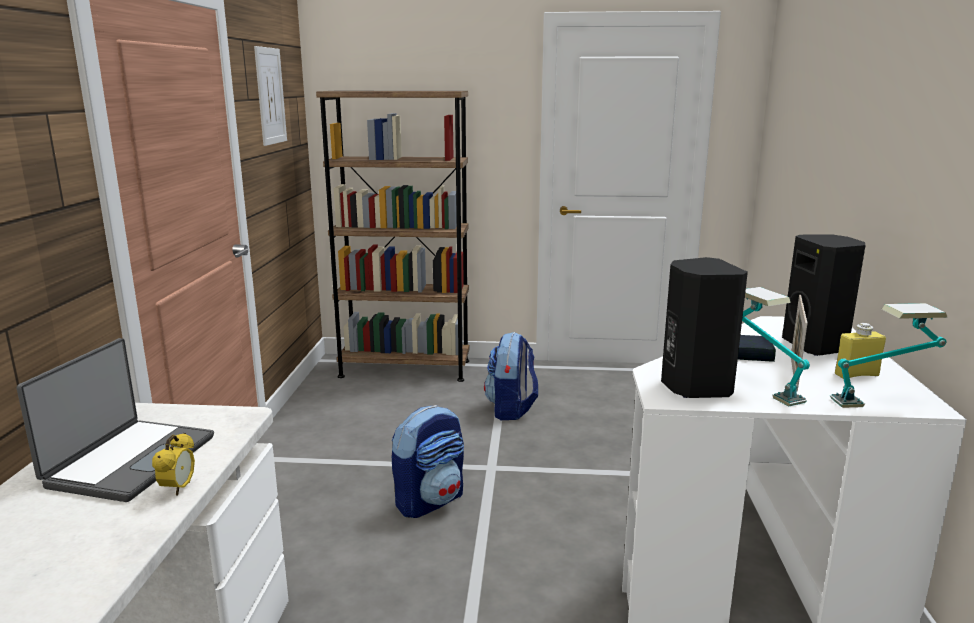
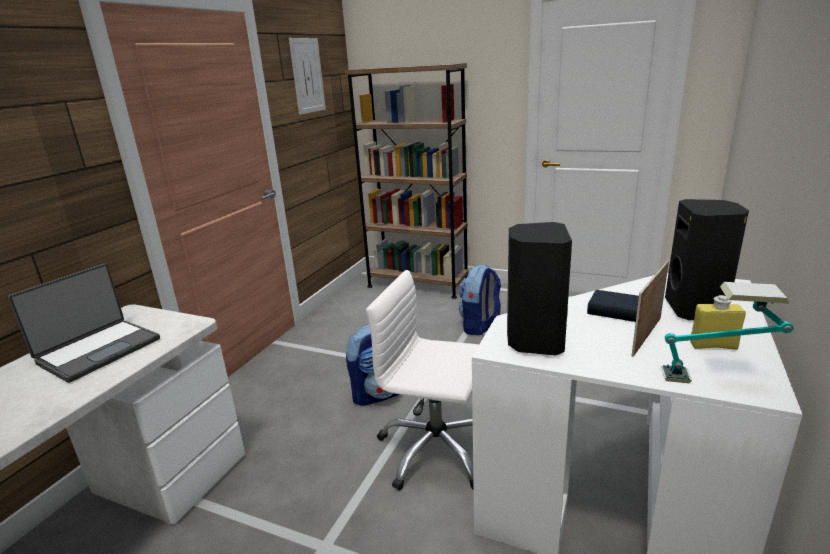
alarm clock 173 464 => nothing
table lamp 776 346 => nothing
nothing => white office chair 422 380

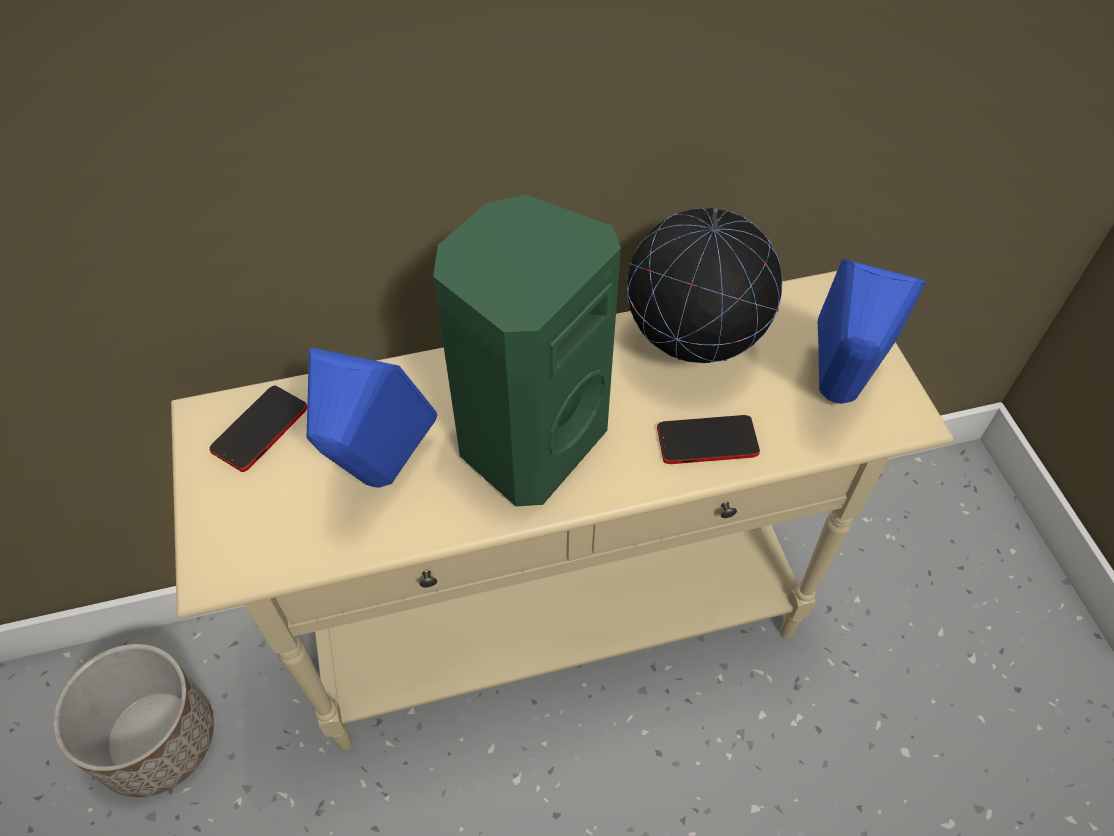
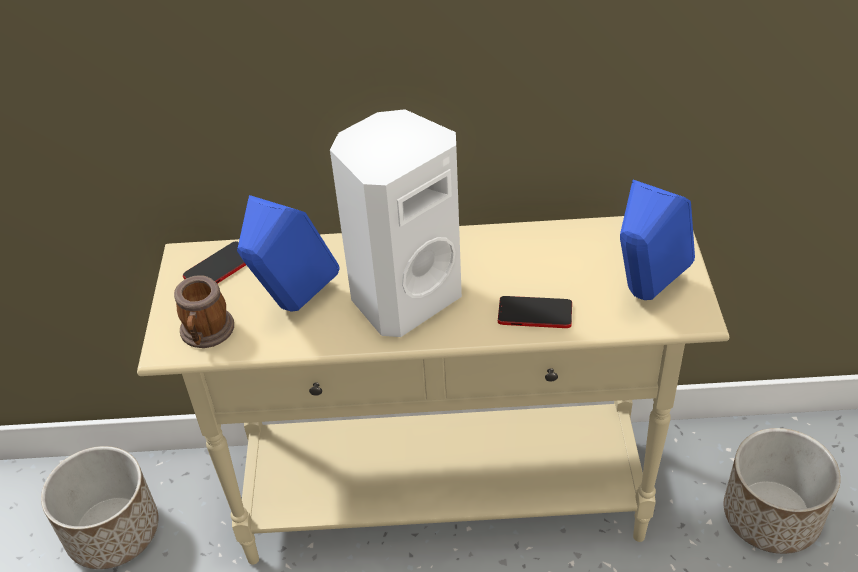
green speaker 527 350 => white speaker 396 223
globe 704 285 => nothing
nothing => mug 204 311
nothing => planter 782 491

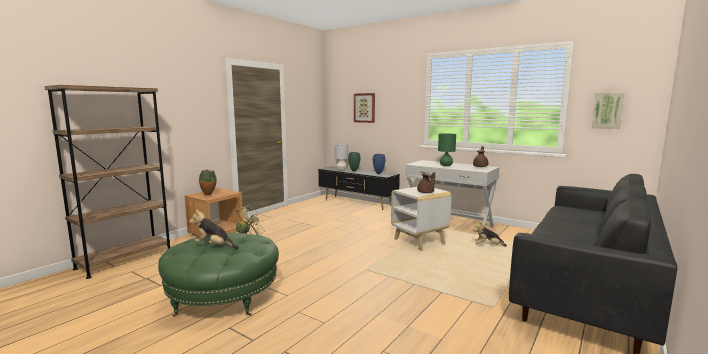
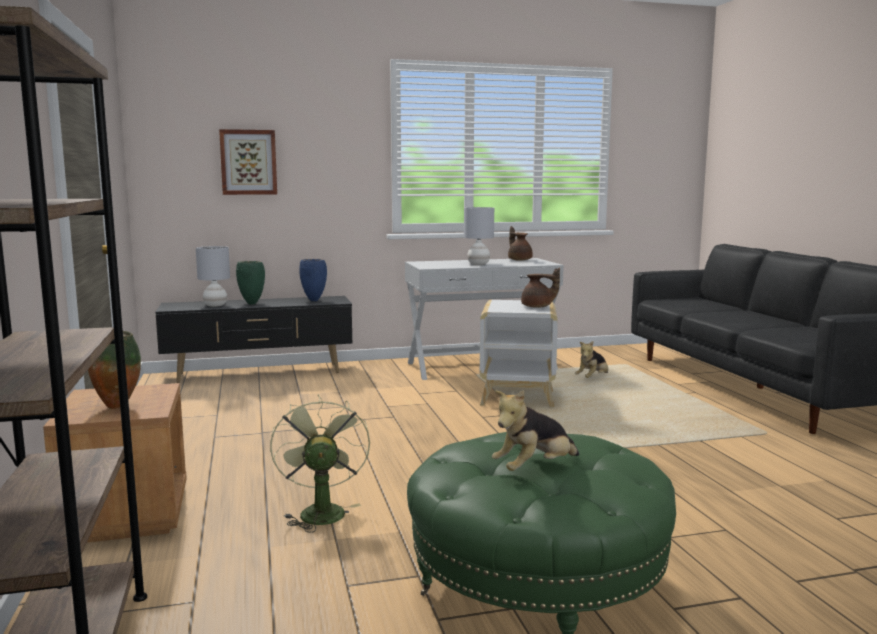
green table lamp 447 149 => grey table lamp 479 236
picture 608 111 => nothing

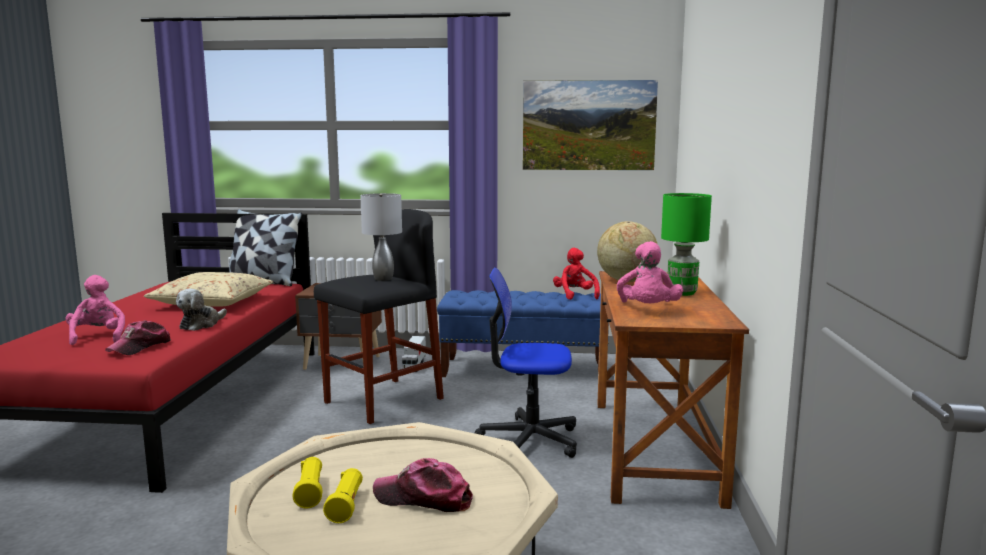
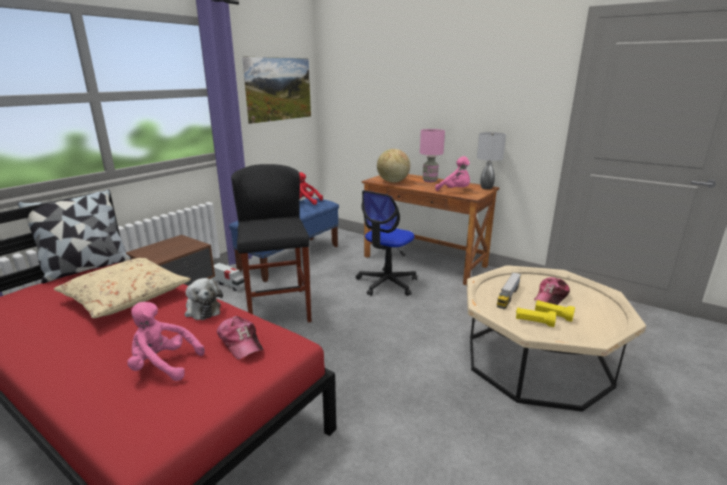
grey table lamp 381 237 => grey table lamp 491 160, moved
green table lamp 686 244 => pink table lamp 432 155
nothing => toy truck 509 290

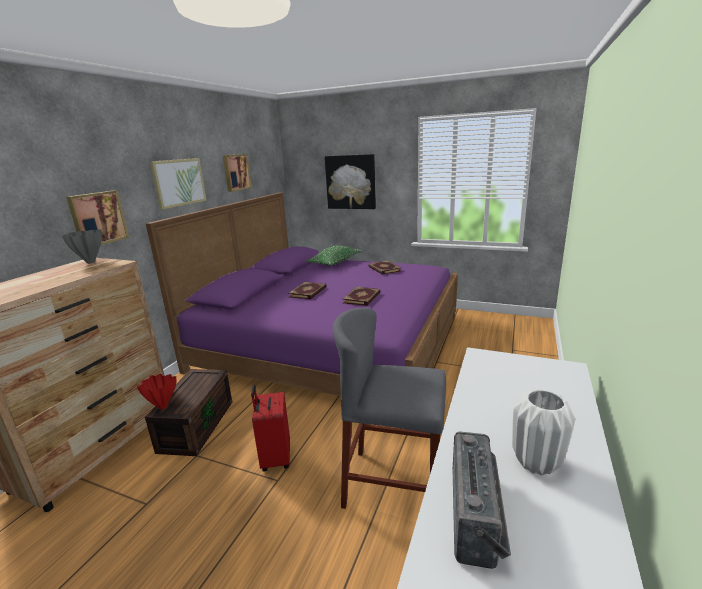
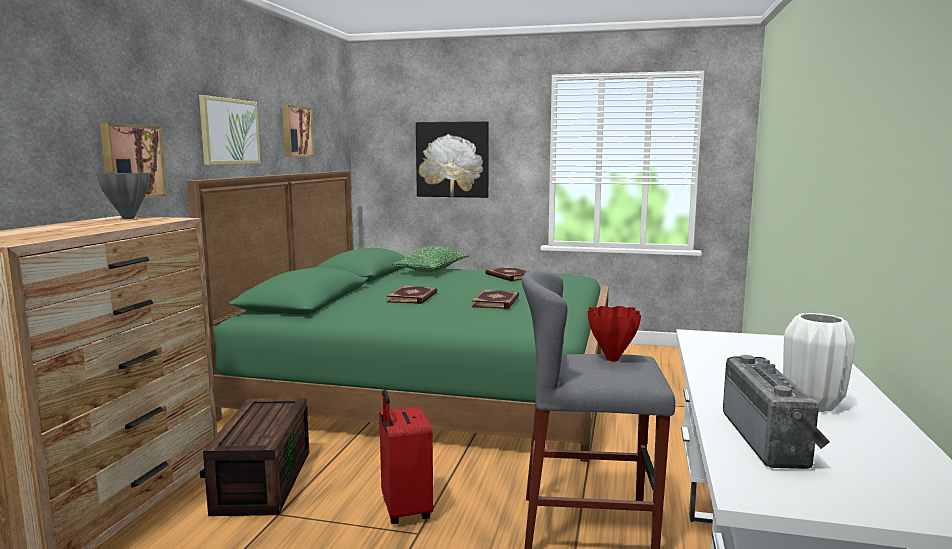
red vase 156 392 => red vase 614 334, moved
purple bed 302 294 => green bed 398 316

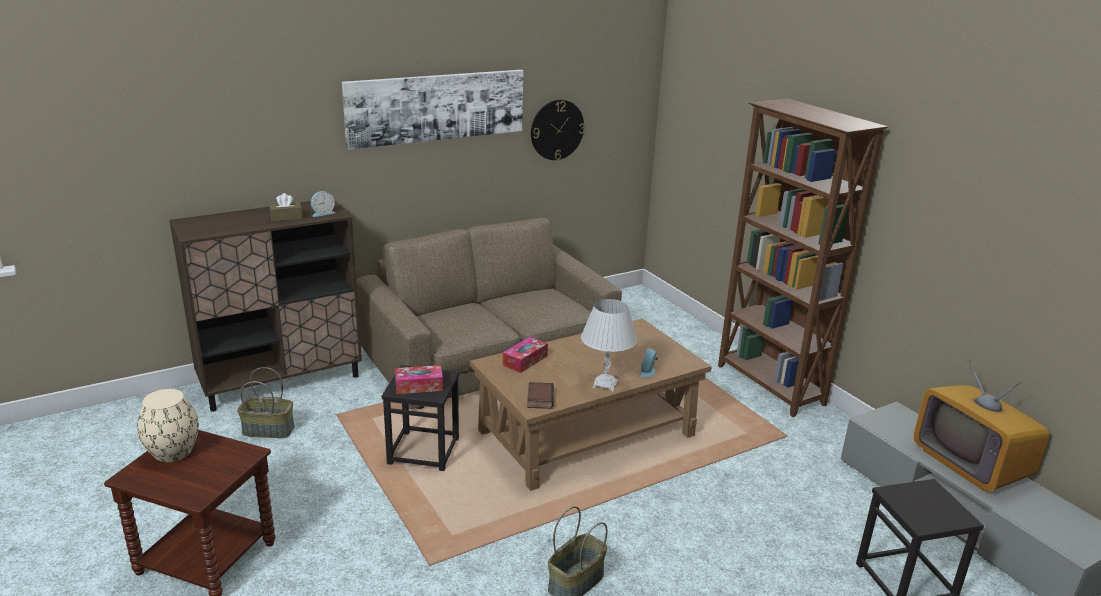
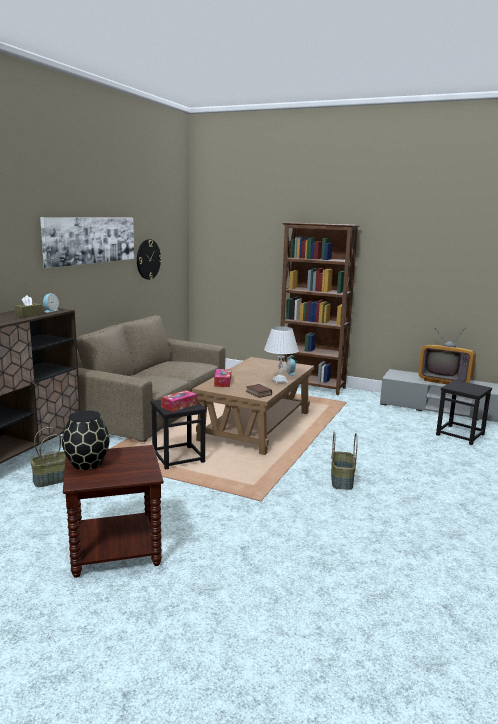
beige vase 168 425 => black vase 86 440

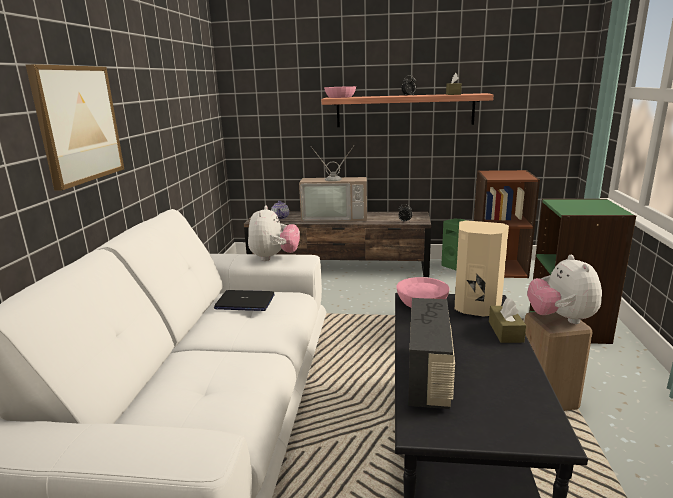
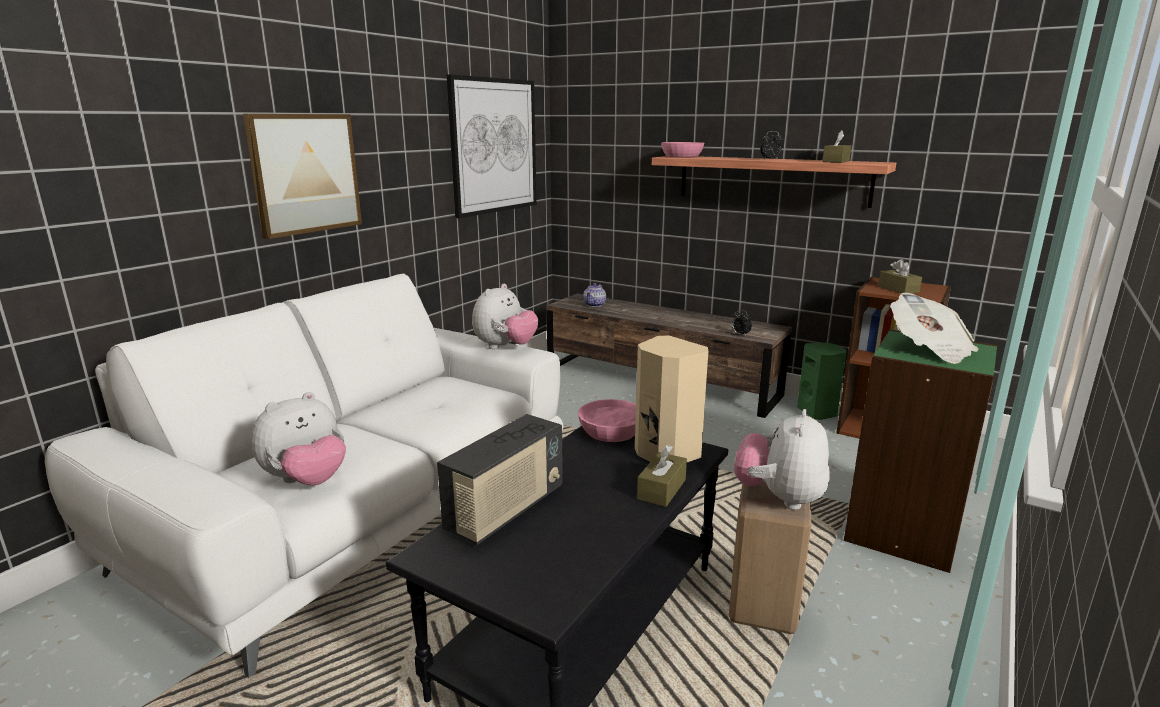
laptop 244 300 => nothing
television 333 184 => nothing
nothing => plush toy 298 438
nothing => picture 491 146
nothing => brown tissue box 900 276
nothing => newspaper 934 328

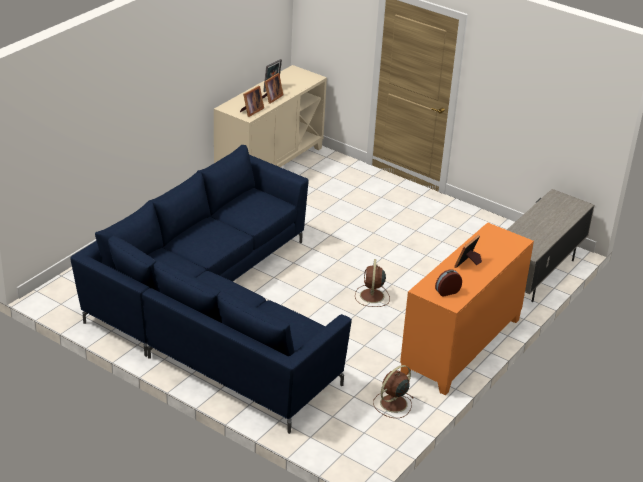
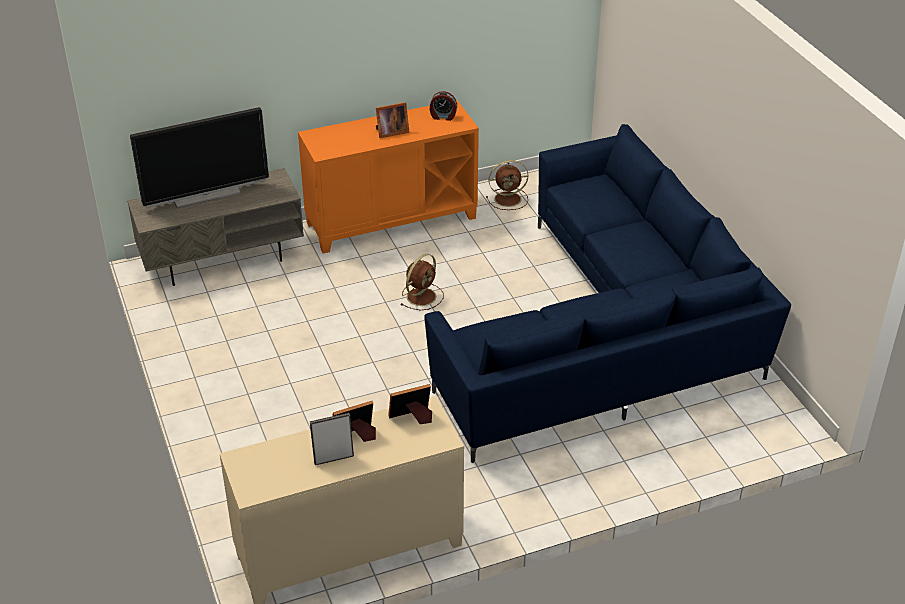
nothing => television 199 157

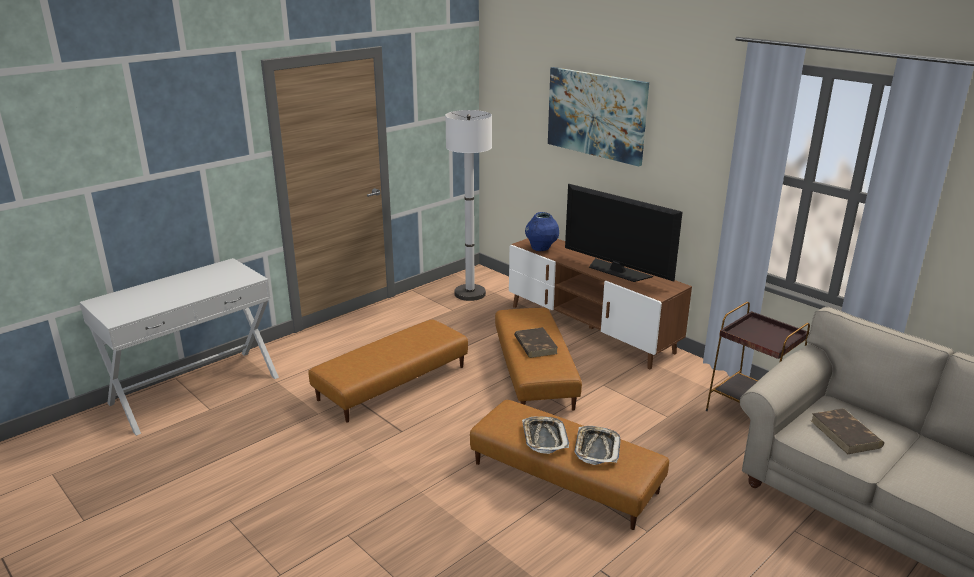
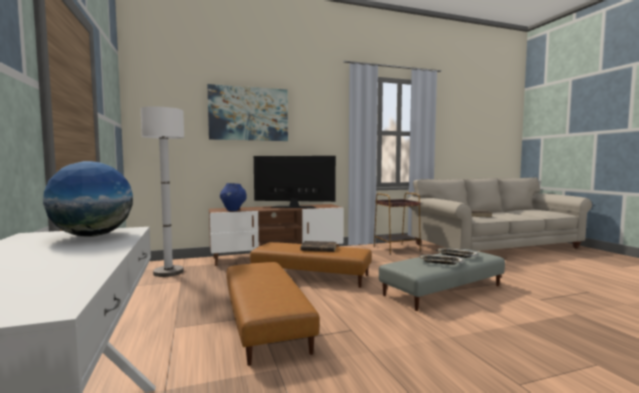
brown ottoman 569 465 => grey ottoman 442 280
television 624 233 => television 295 182, 150 degrees counterclockwise
nothing => globe 88 199

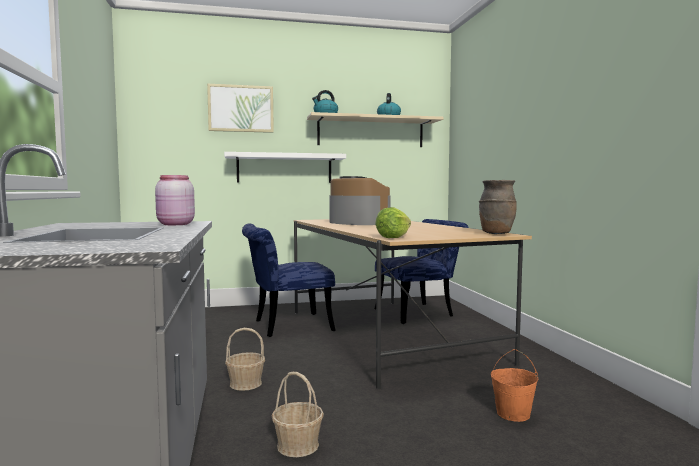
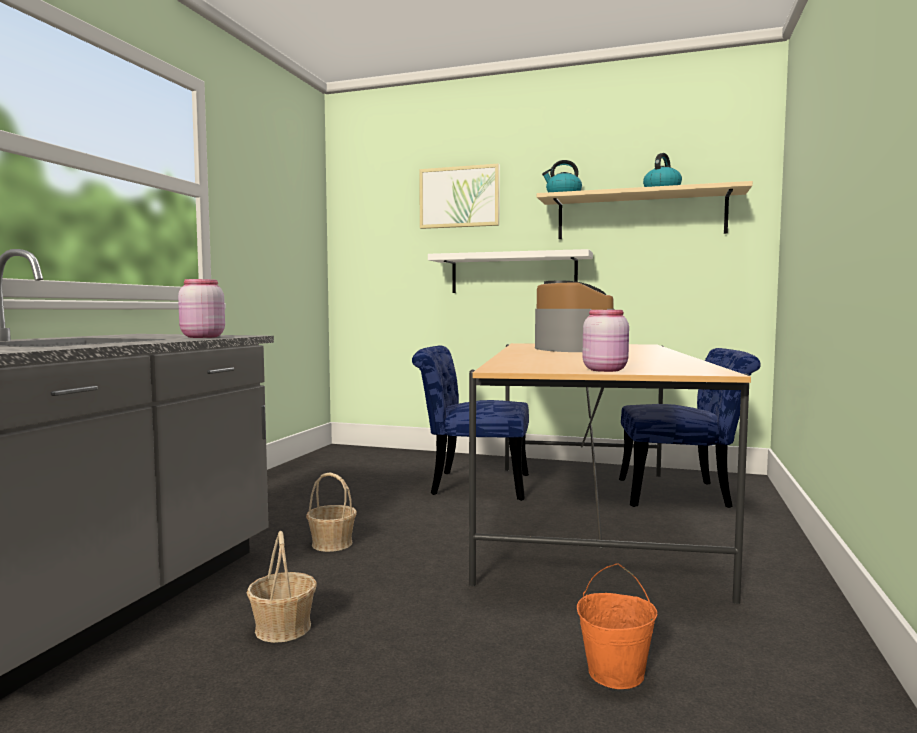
lettuce 393 222 => nothing
brown vase 498 207 => nothing
nothing => pink jar 605 341

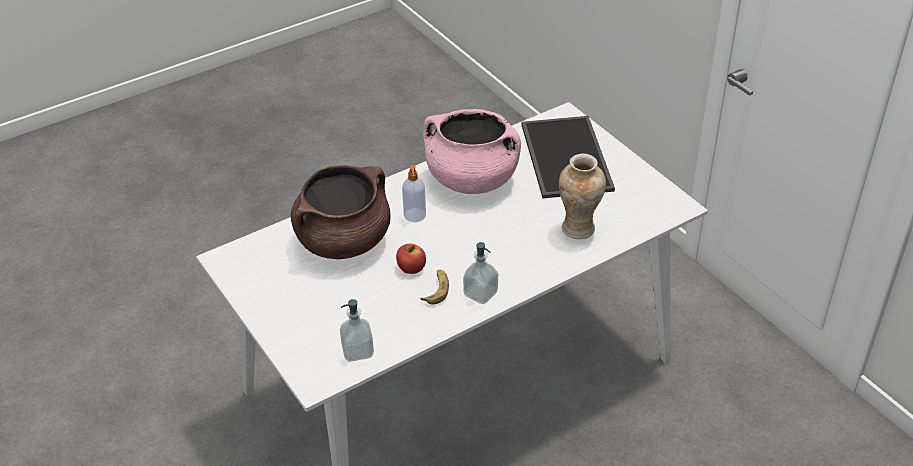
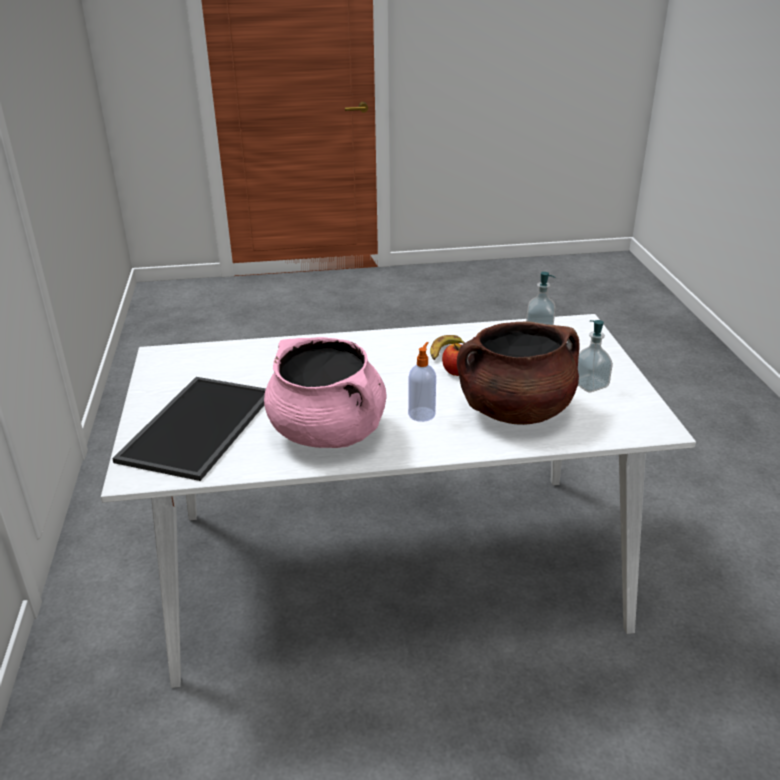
soap dispenser 480 273 => soap dispenser 595 356, moved
vase 582 196 => nothing

